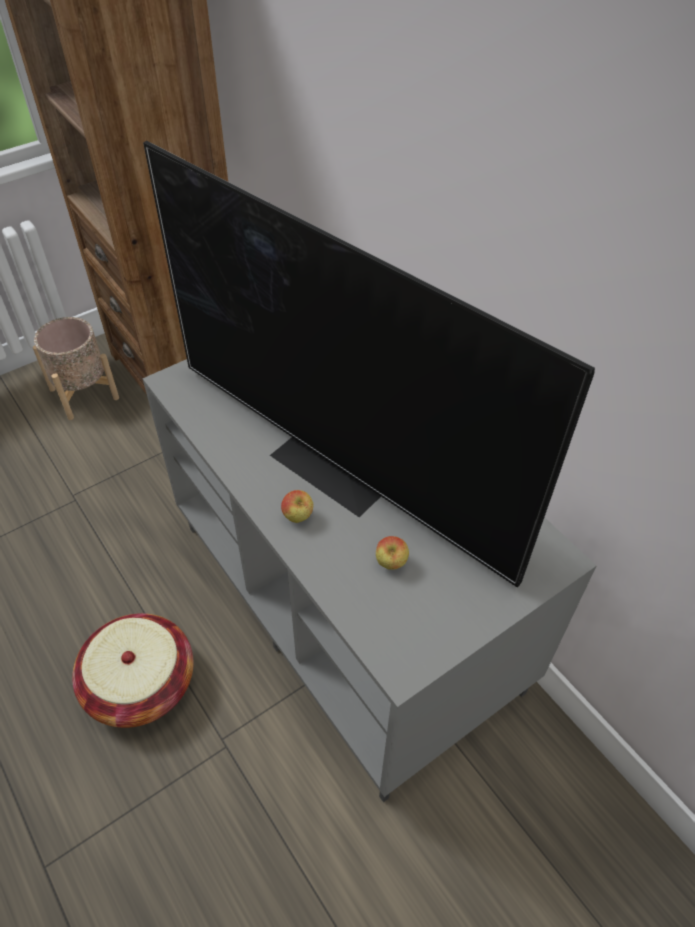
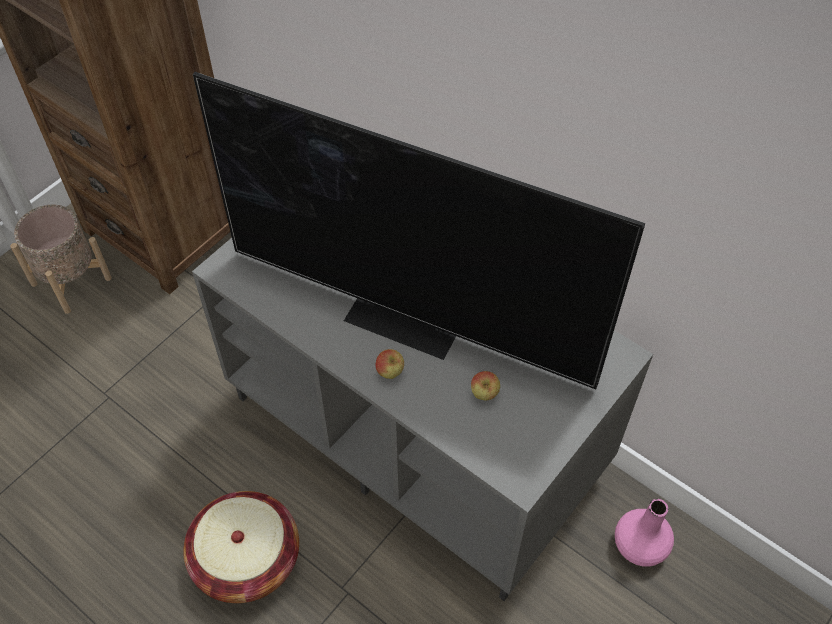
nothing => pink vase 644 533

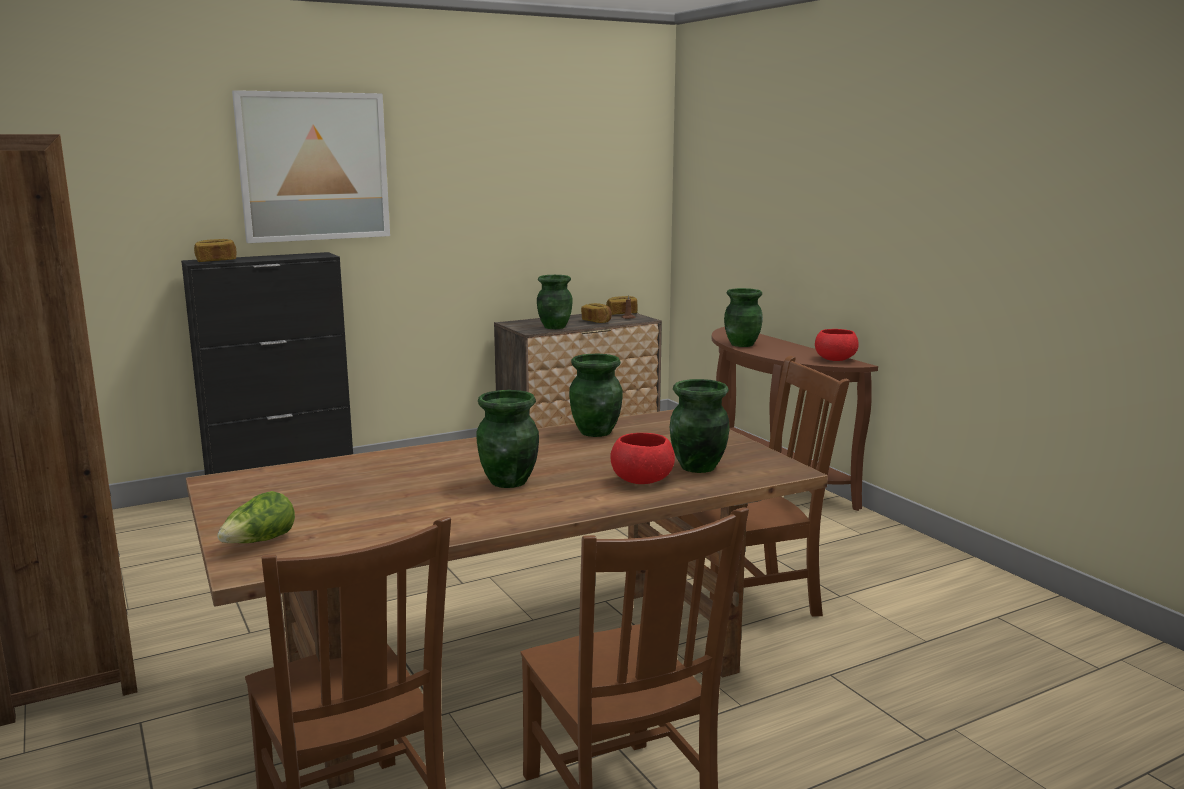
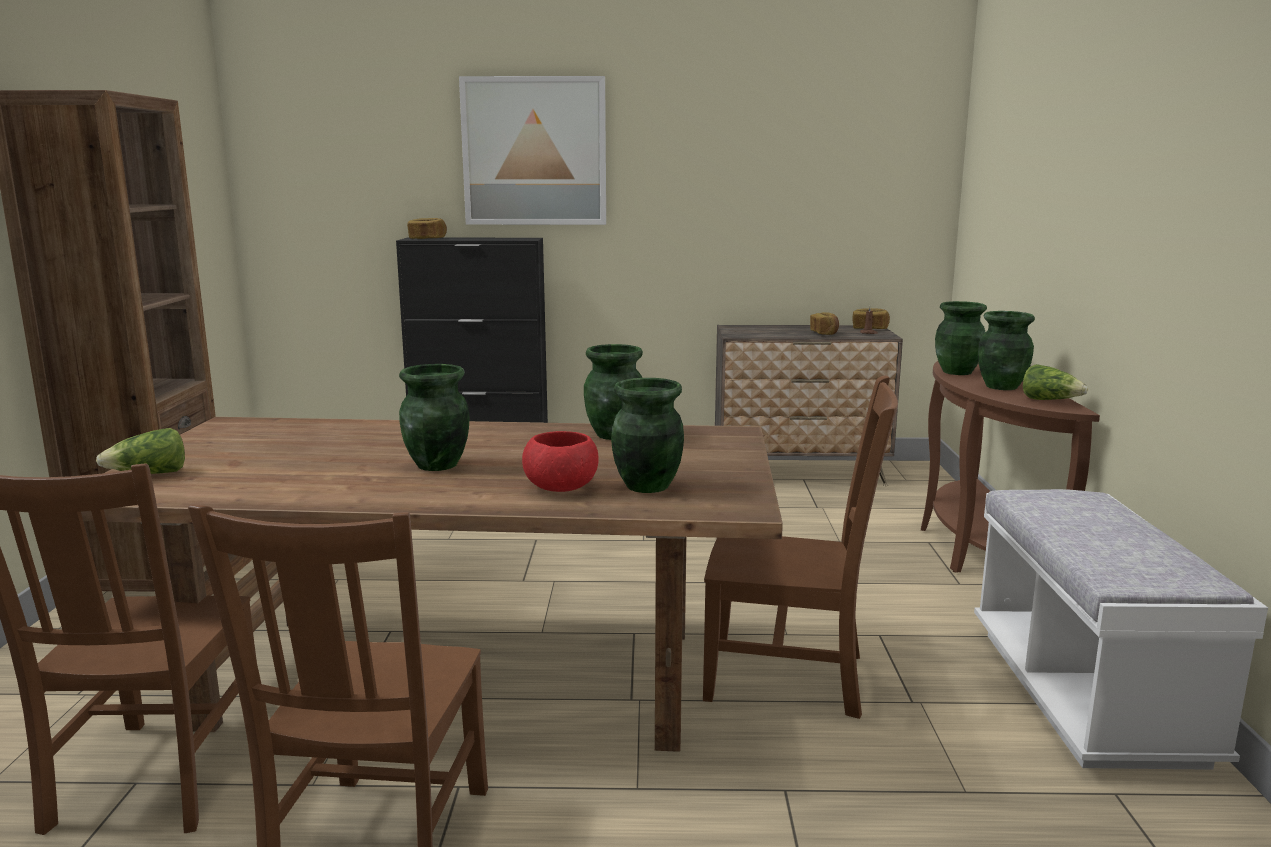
green vase 554 302 => green vase 1006 350, moved
red bowl 837 345 => lettuce 1055 382
nothing => white bench 1121 629

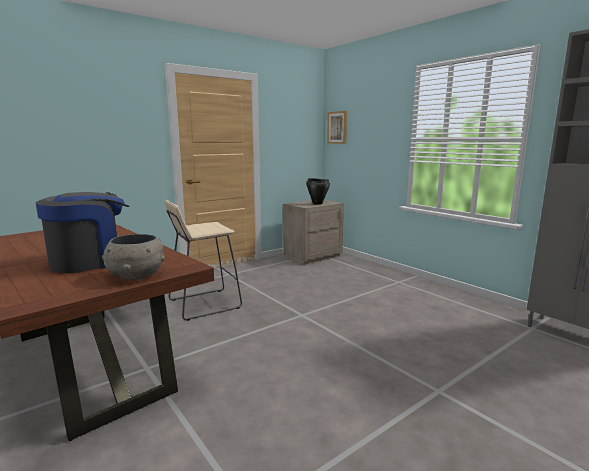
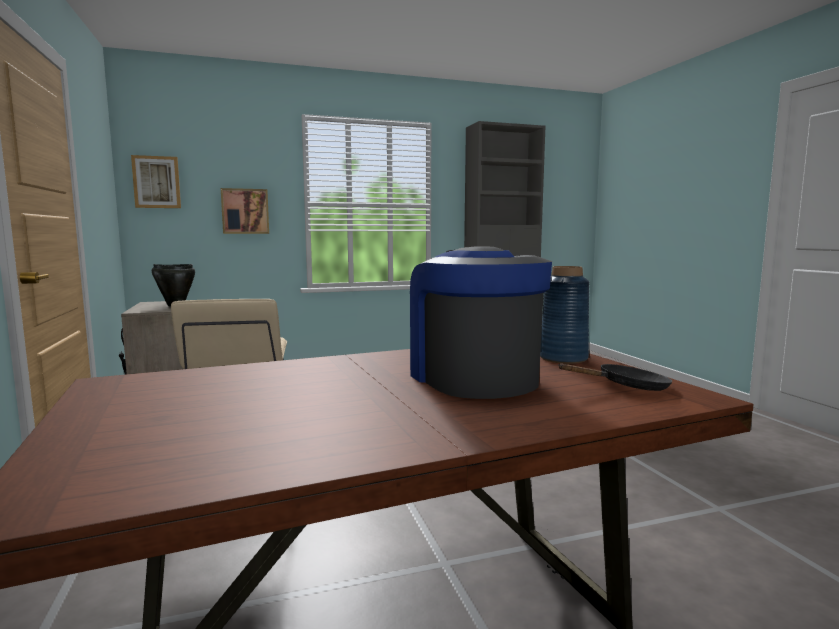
grey bowl 133 257 => blue vase 564 315
nothing => picture 245 211
nothing => black frying pan 615 377

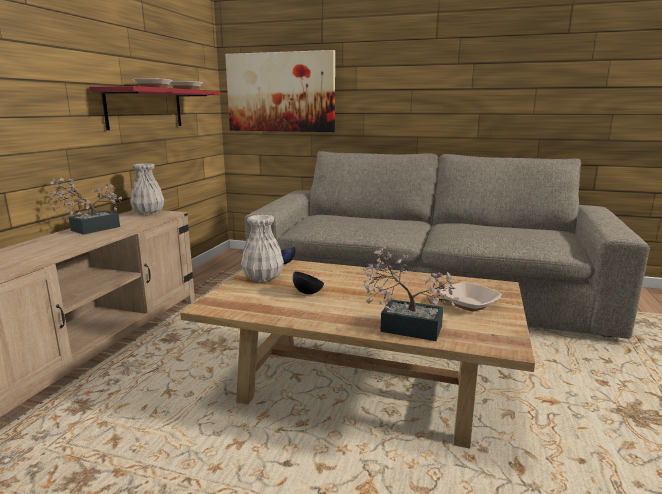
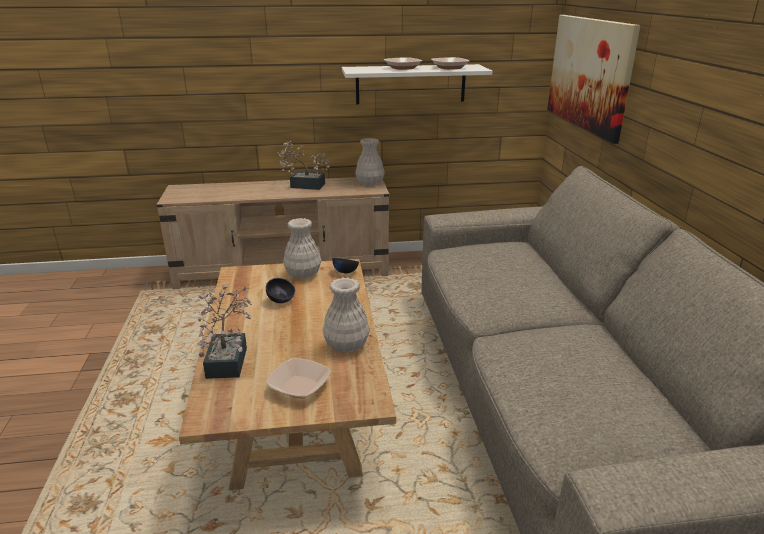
red shelf 155 108 => white shelf 417 84
nothing => white vase 346 315

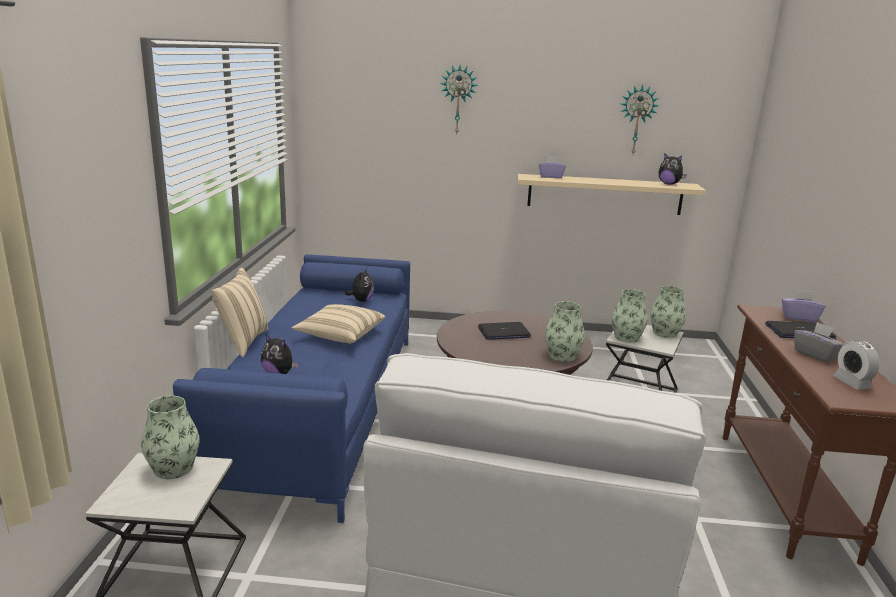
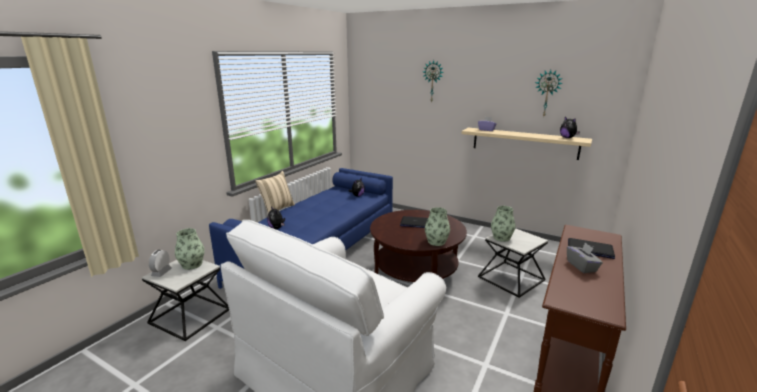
beige pillow 338 324 => nothing
vase 668 312 => nothing
purple tissue box 803 305 => nothing
alarm clock 856 365 => alarm clock 160 263, moved

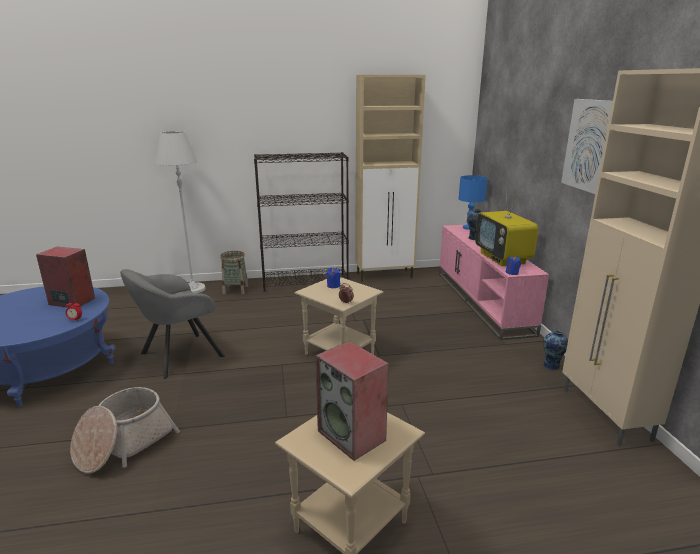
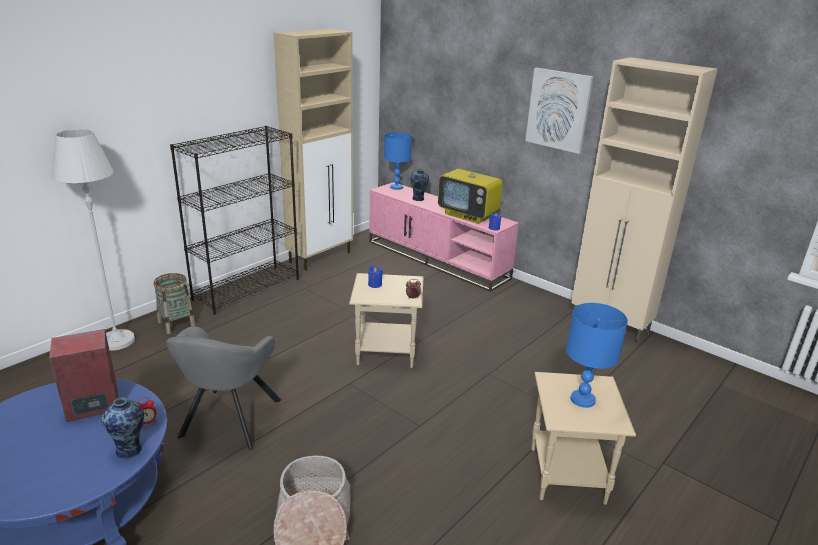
speaker 352 401 => blue table lamp 597 355
vase 555 350 => vase 122 428, moved

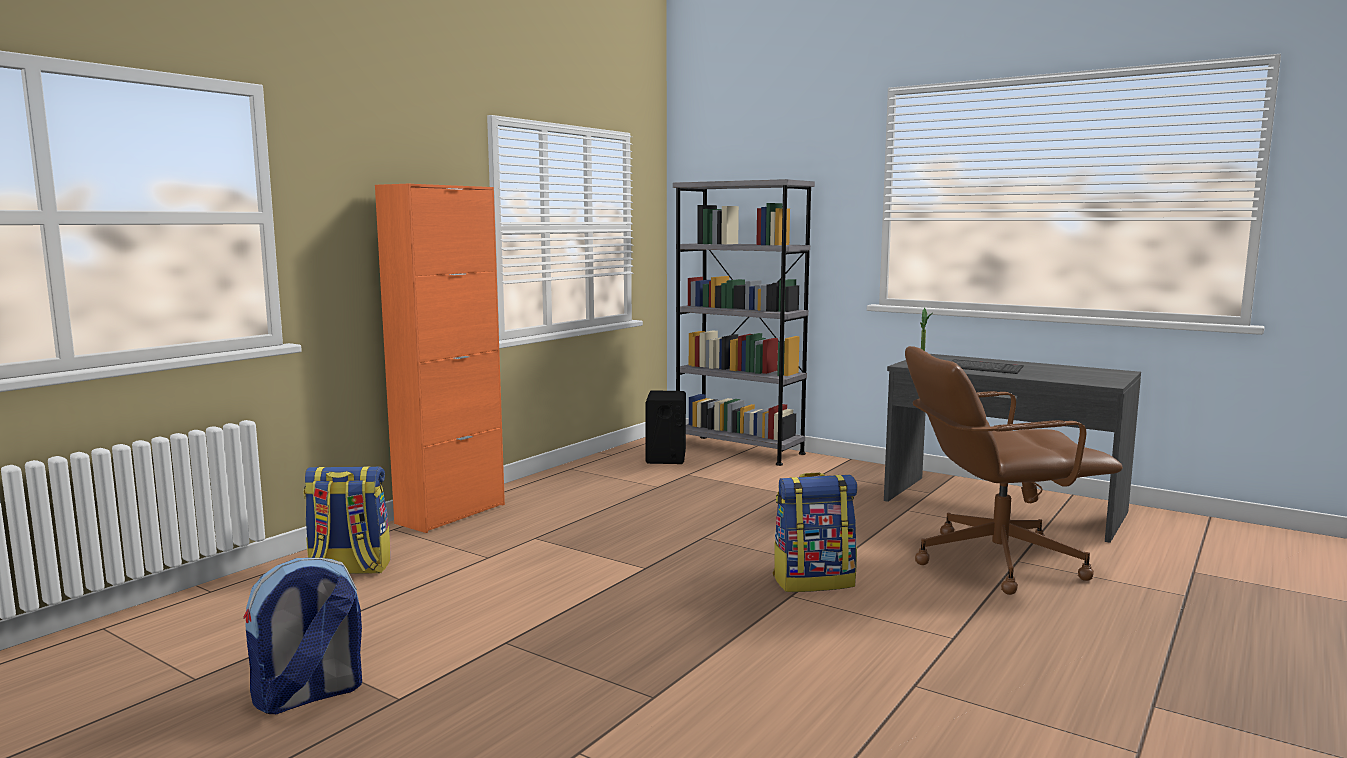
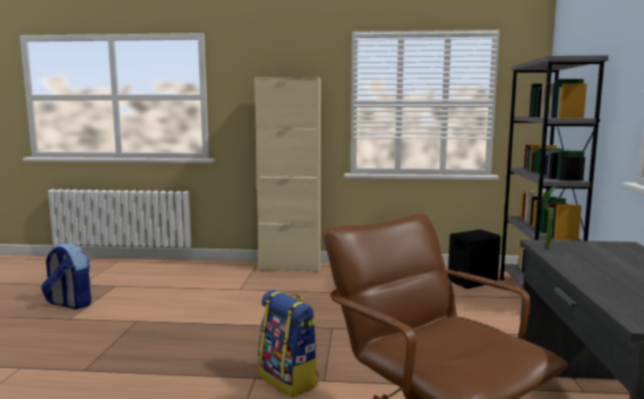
backpack 346 520 => nothing
orange cabinet 440 358 => beige cabinet 287 174
keyboard 988 366 => nothing

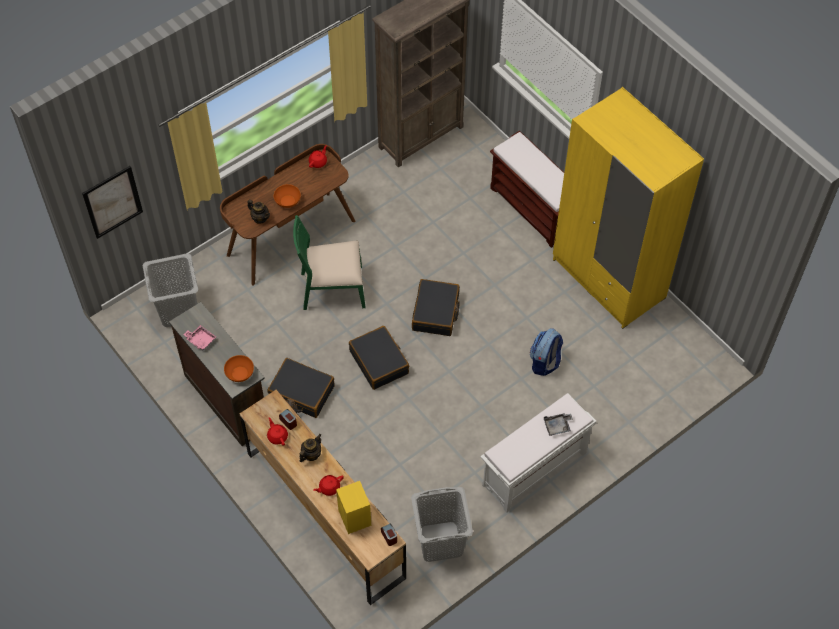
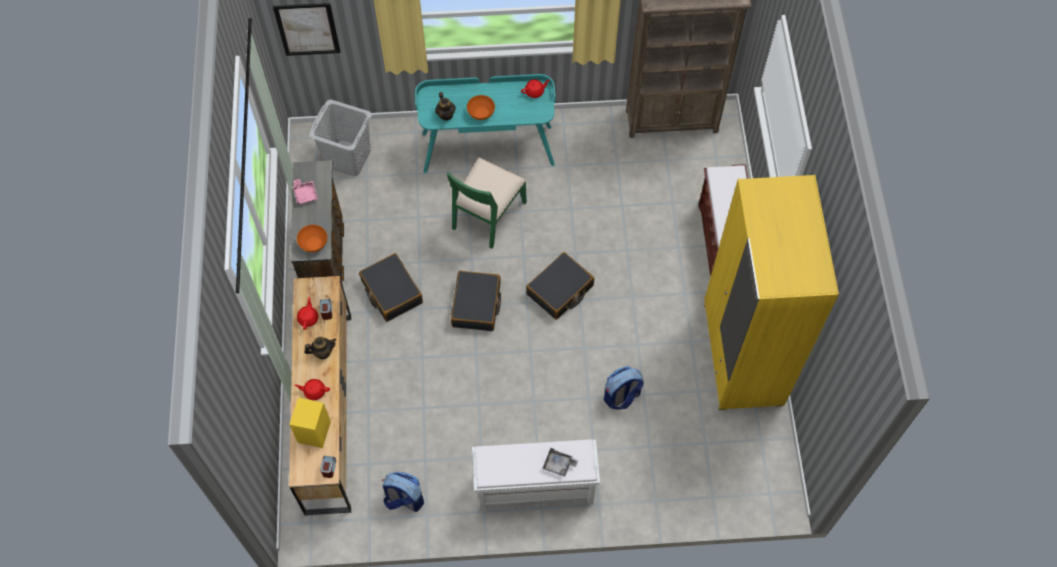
brown desk 287 214 => turquoise desk 485 123
green chair 329 262 => green chair 486 203, 90 degrees counterclockwise
grey laundry basket 442 524 => backpack 403 492

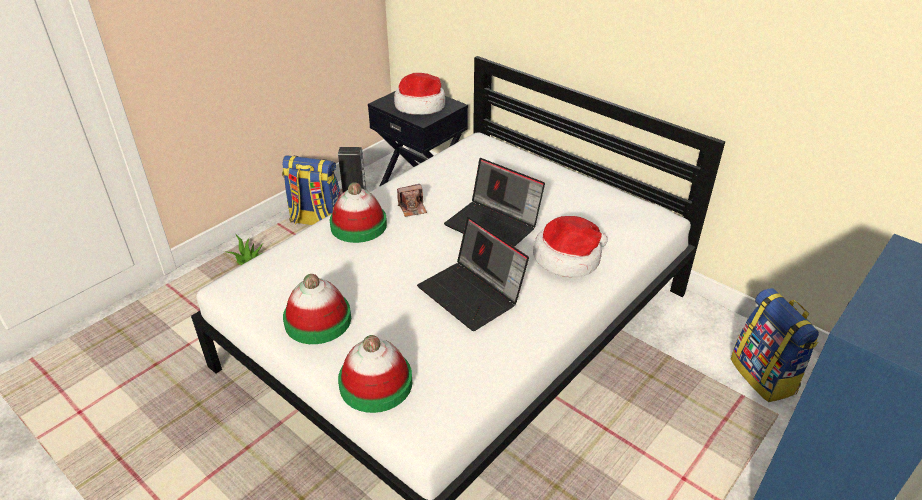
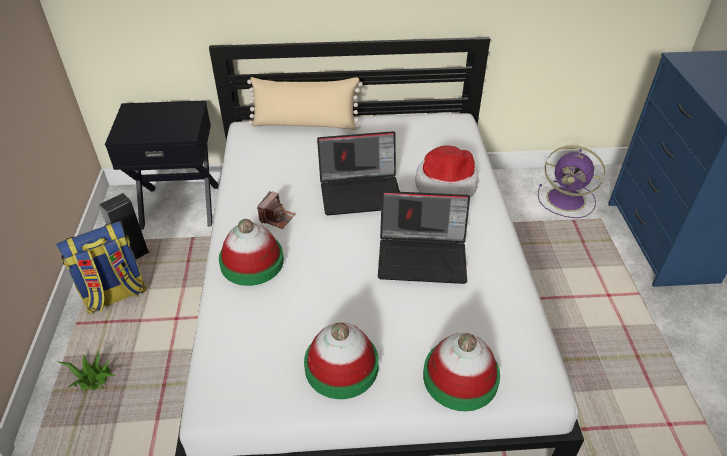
hat 419 94 => nothing
backpack 775 345 => purple fan 571 181
nothing => beige pillow 305 103

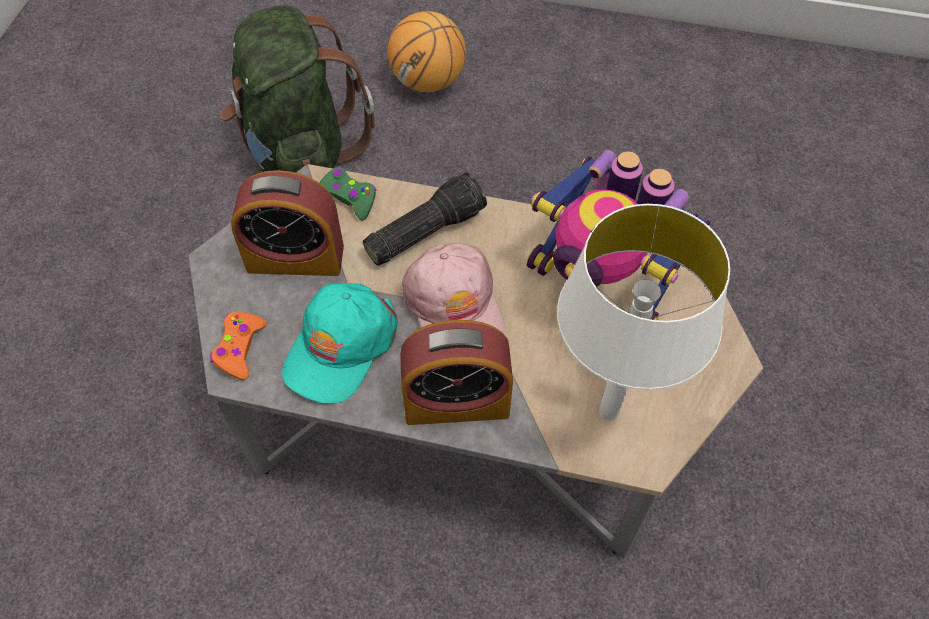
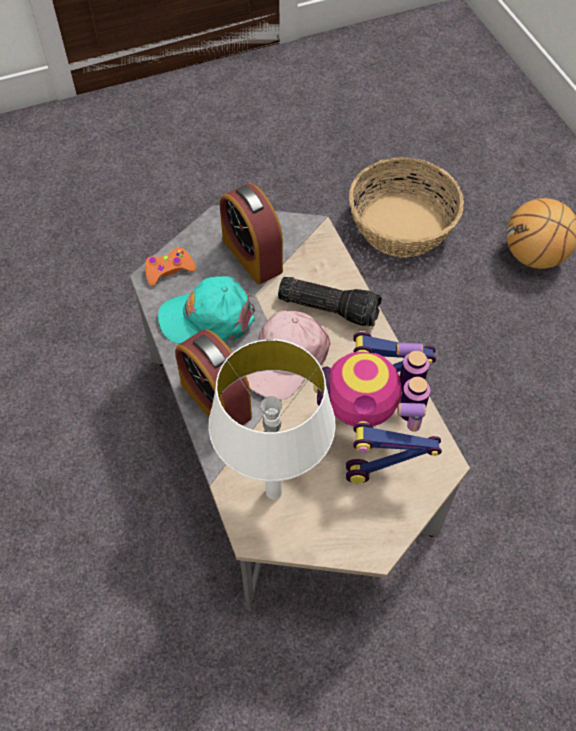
green backpack 297 89 => basket 406 207
green game controller 347 193 => nothing

